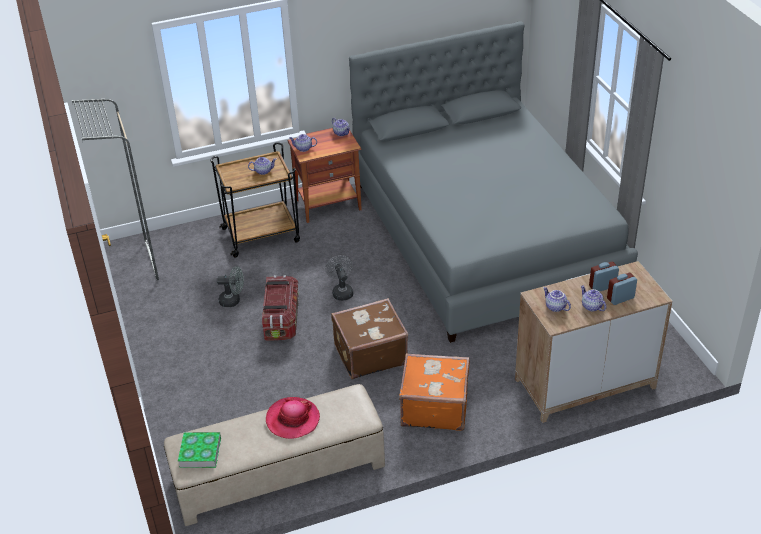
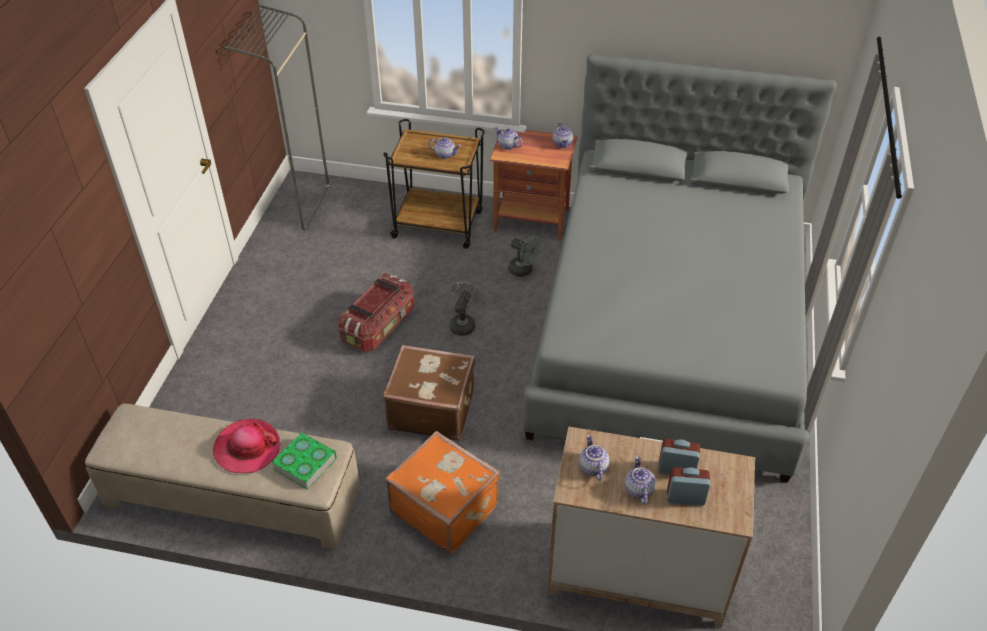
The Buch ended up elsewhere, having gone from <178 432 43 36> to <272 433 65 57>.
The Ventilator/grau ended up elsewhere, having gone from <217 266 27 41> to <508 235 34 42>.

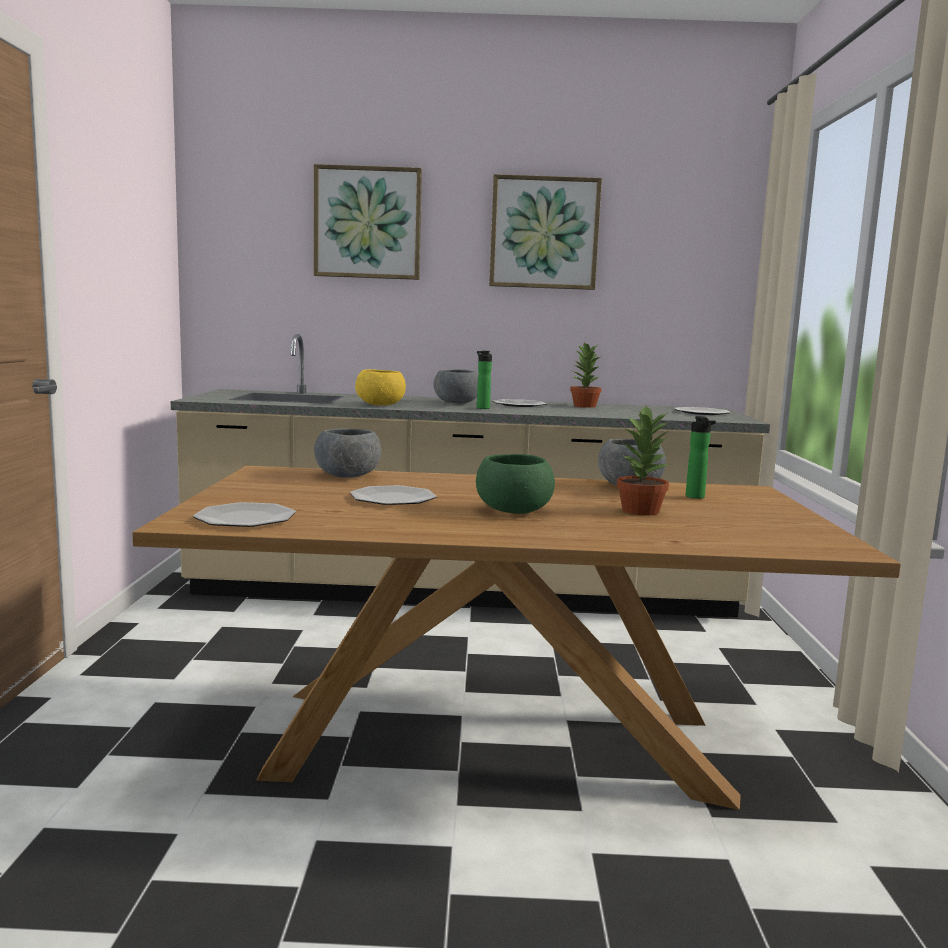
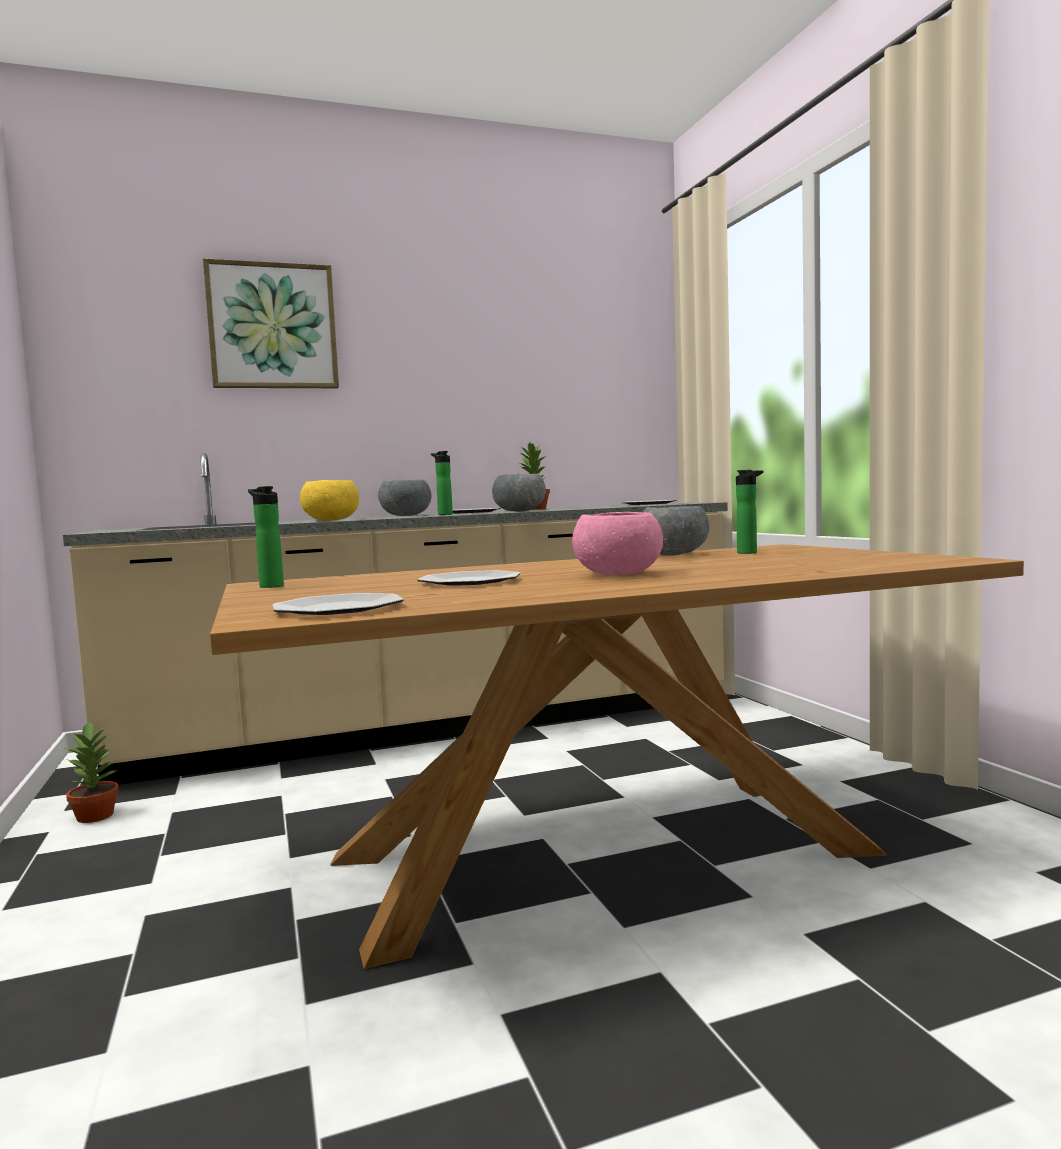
The Schüssel/grau ended up elsewhere, having gone from <314 428 67 50> to <492 473 54 39>.
What was the Schüssel/grün at <476 454 79 60> turned into the Schüssel/rosa at <572 512 91 63>.
The second view lost the Bild at <489 174 113 116>.
The Topfpflanze ended up elsewhere, having gone from <617 406 53 109> to <63 720 56 103>.
The second view gained the Flasche at <248 486 36 102>.

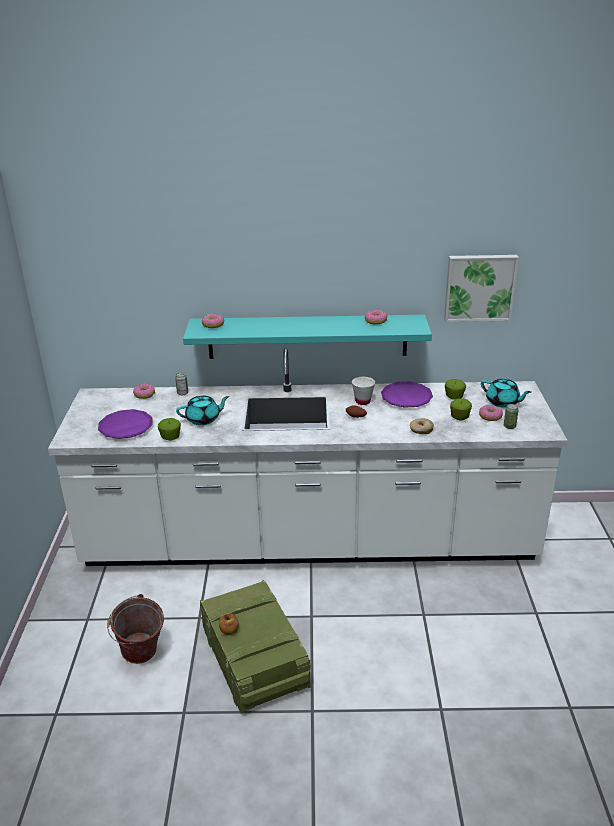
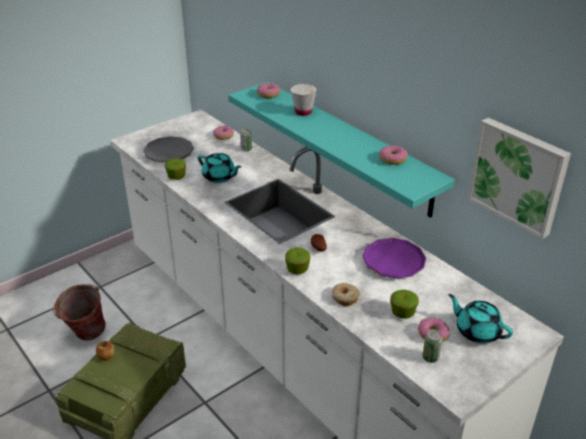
What was the Teller/lila at <98 409 55 30> turned into the Teller/grau at <143 136 51 27>.
The Tasse/weiß ended up elsewhere, having gone from <352 377 23 28> to <291 84 26 32>.
The Apfel ended up elsewhere, having gone from <445 379 21 21> to <285 247 25 27>.
The Teekanne/türkis at <481 378 50 30> ended up facing another way, 135 degrees clockwise from before.

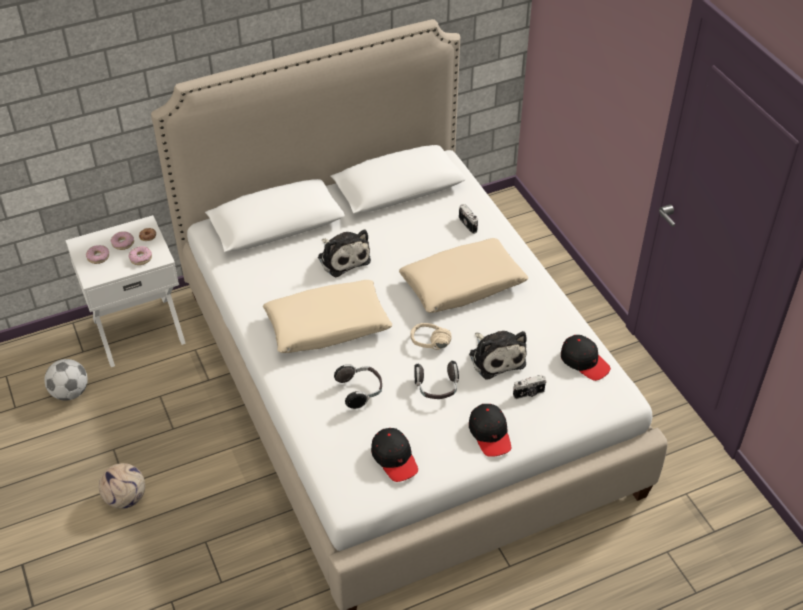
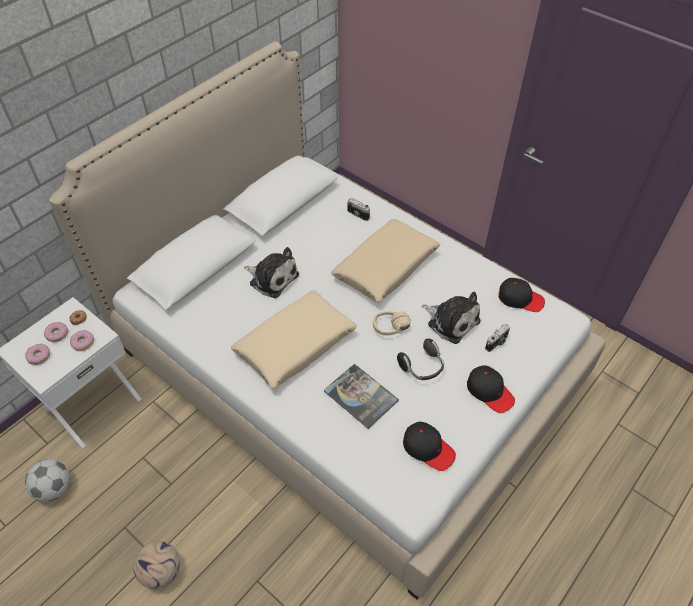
Where the Kopfhörer stood at <334 364 48 45>, the Buch came to stand at <324 364 75 65>.

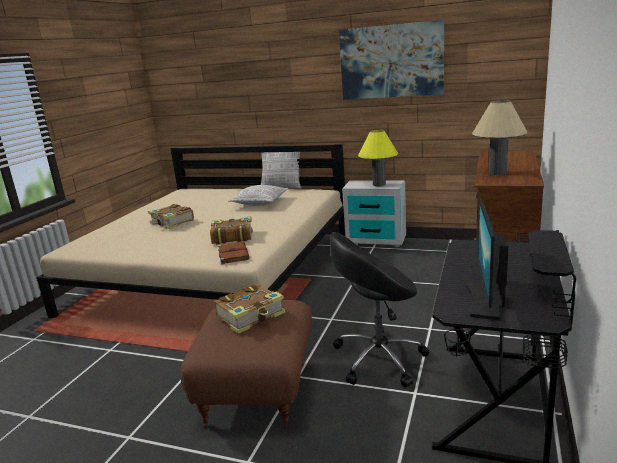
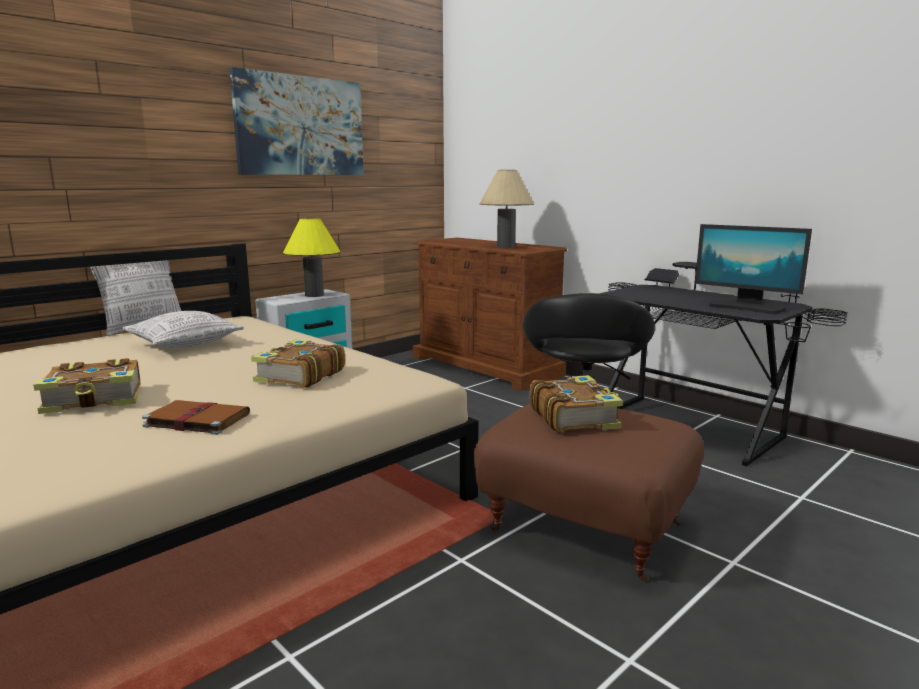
The Buch/braun ended up elsewhere, having gone from <218 242 31 23> to <142 400 108 35>.

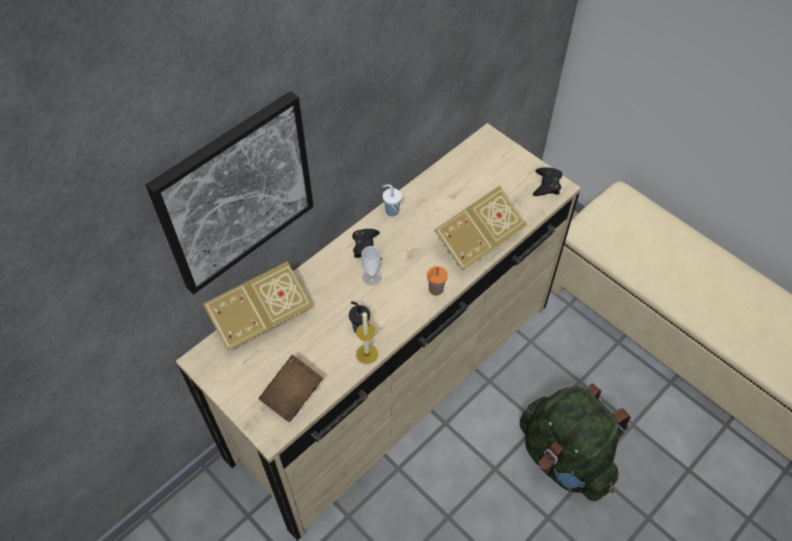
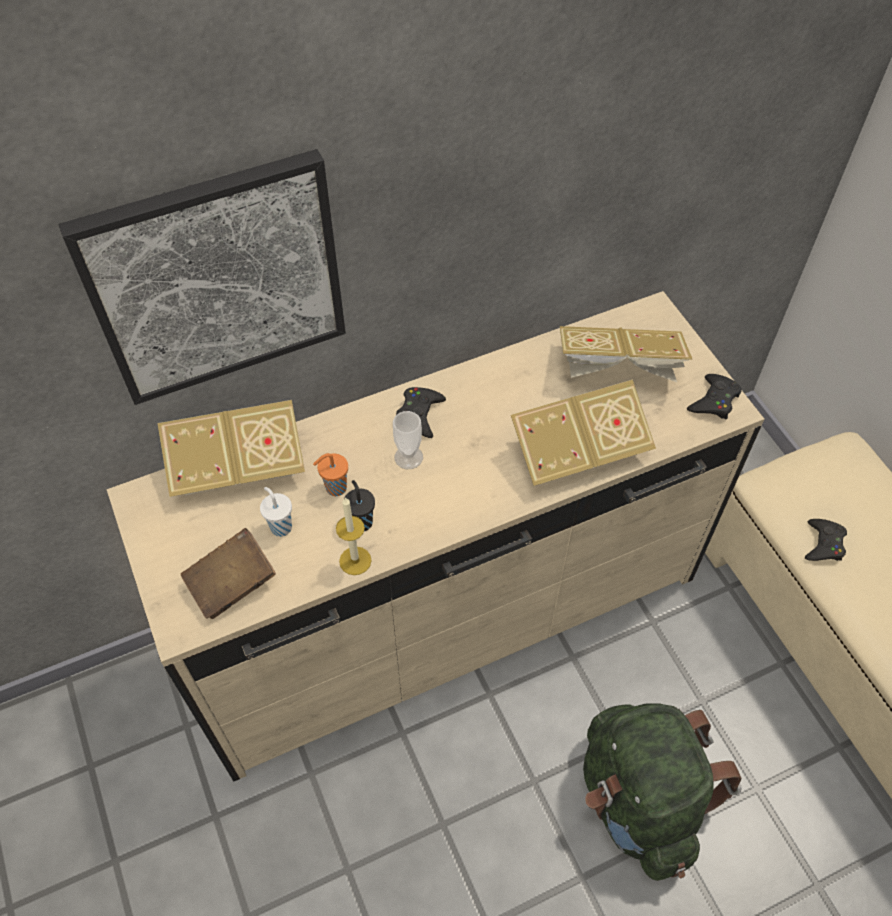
The Tasse/weiß ended up elsewhere, having gone from <382 184 20 33> to <260 487 32 50>.
The Tasse/orange ended up elsewhere, having gone from <427 266 21 29> to <313 453 35 43>.
The second view gained the Buch at <560 326 132 56>.
The second view gained the Gamepad/schwarz at <805 519 42 42>.

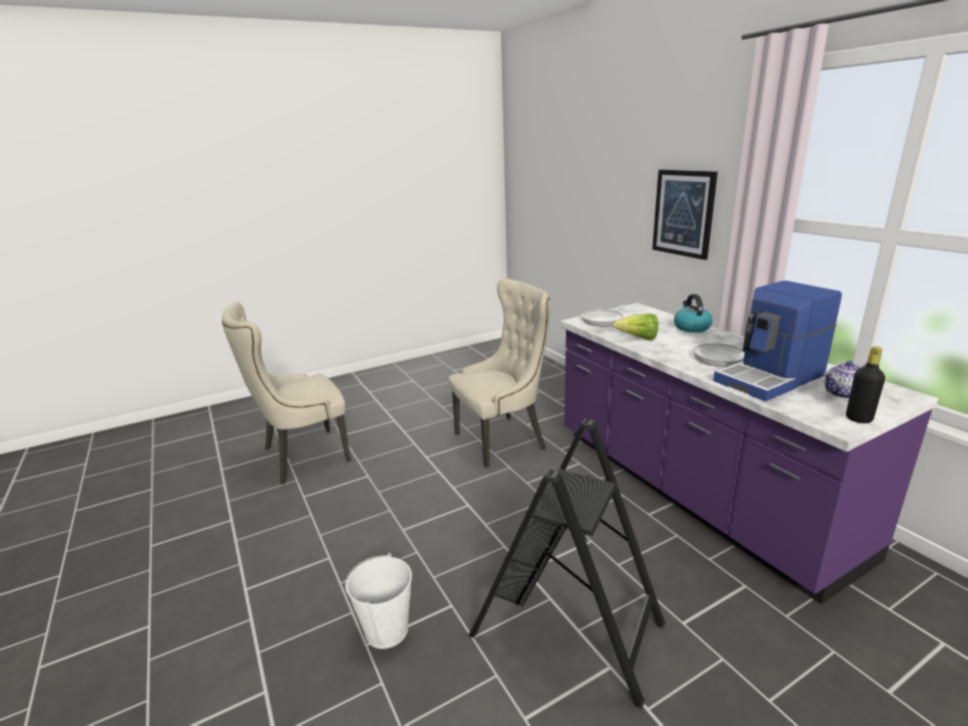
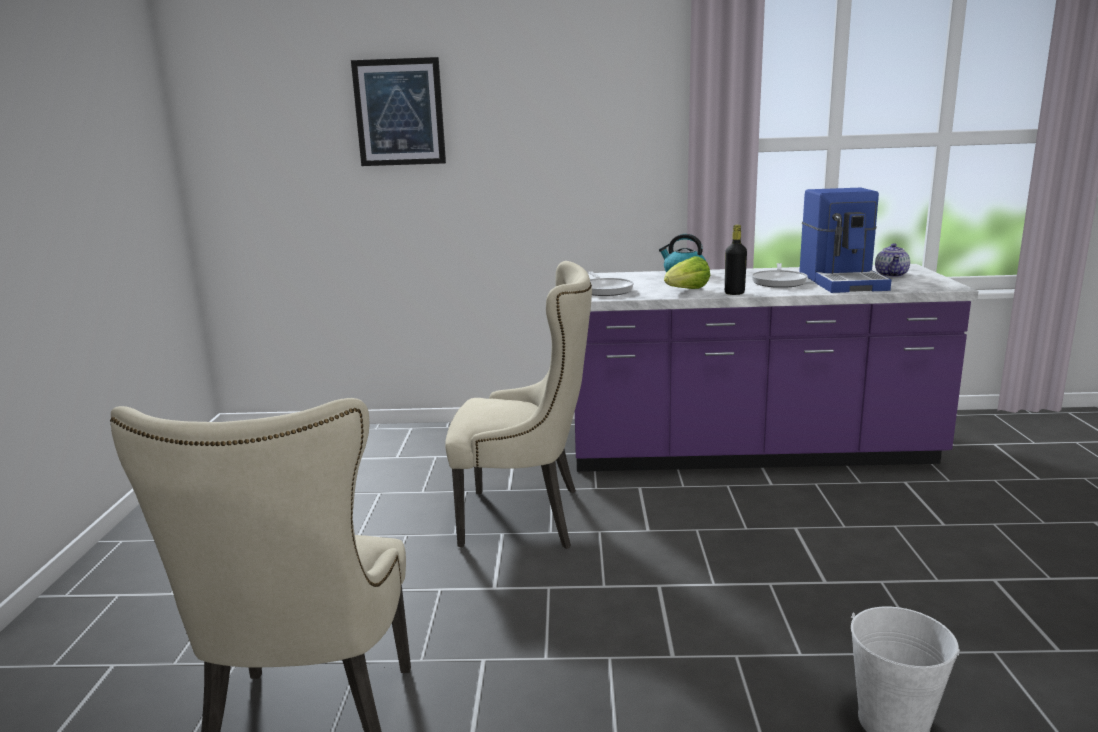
The Stuhl/beige at <449 279 101 189> ended up facing another way, 90 degrees clockwise from before.
The second view lost the Trittleiter/schwarz at <468 418 198 291>.
The Bild ended up elsewhere, having gone from <652 170 66 90> to <351 57 95 109>.
The Flasche/schwarz ended up elsewhere, having gone from <846 346 39 77> to <725 225 22 70>.

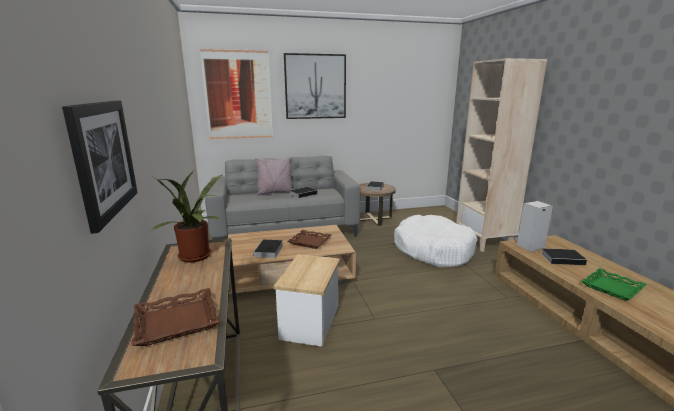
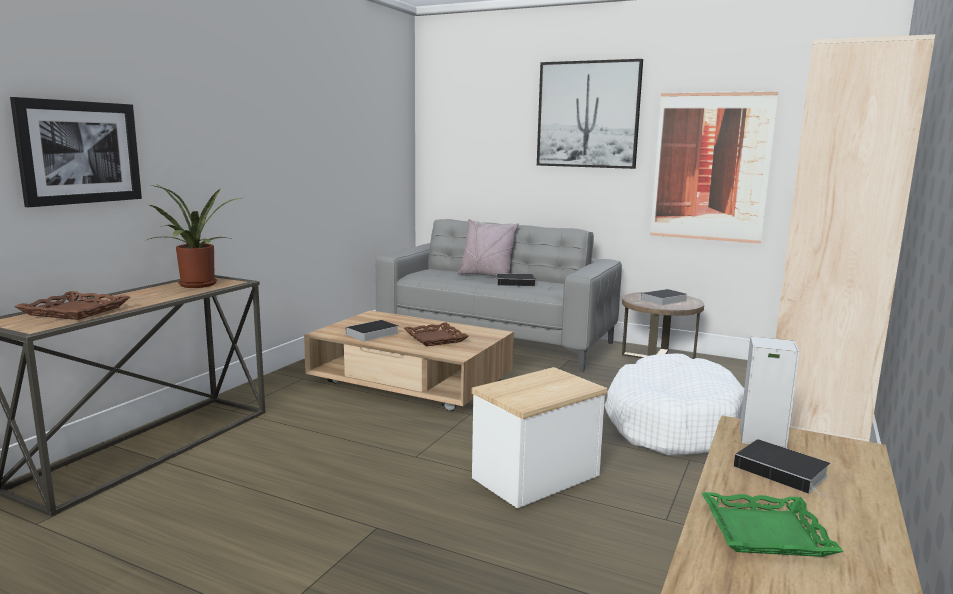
The Bild ended up elsewhere, having gone from <200 49 73 90> to <650 91 128 153>.
The Beistelltisch ended up elsewhere, having gone from <274 254 66 93> to <472 367 135 142>.

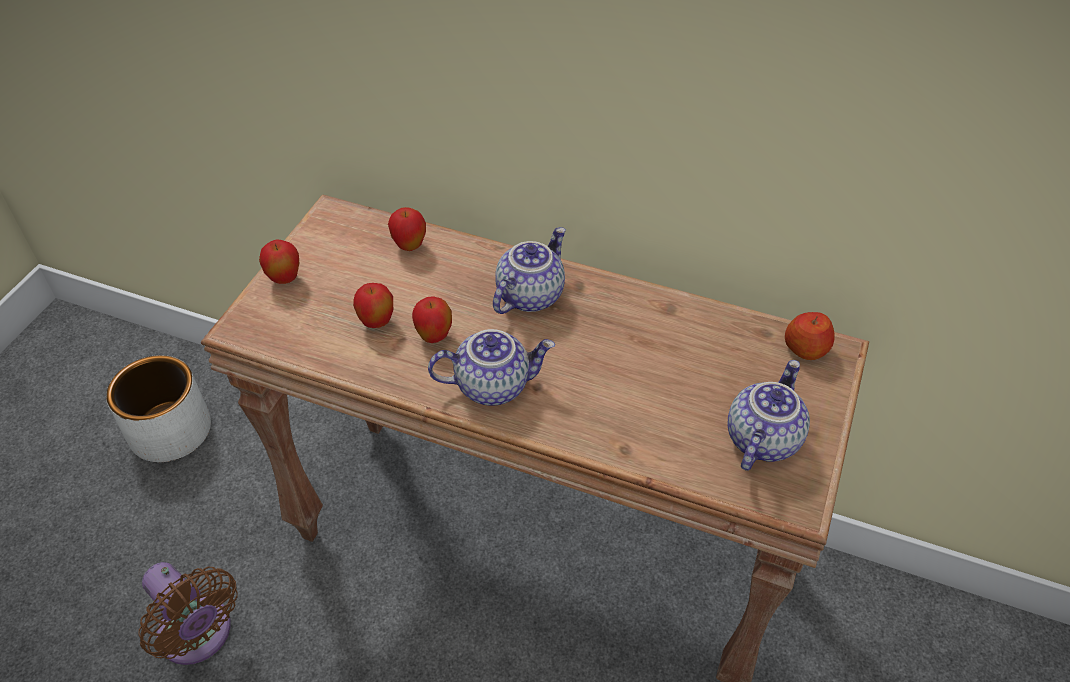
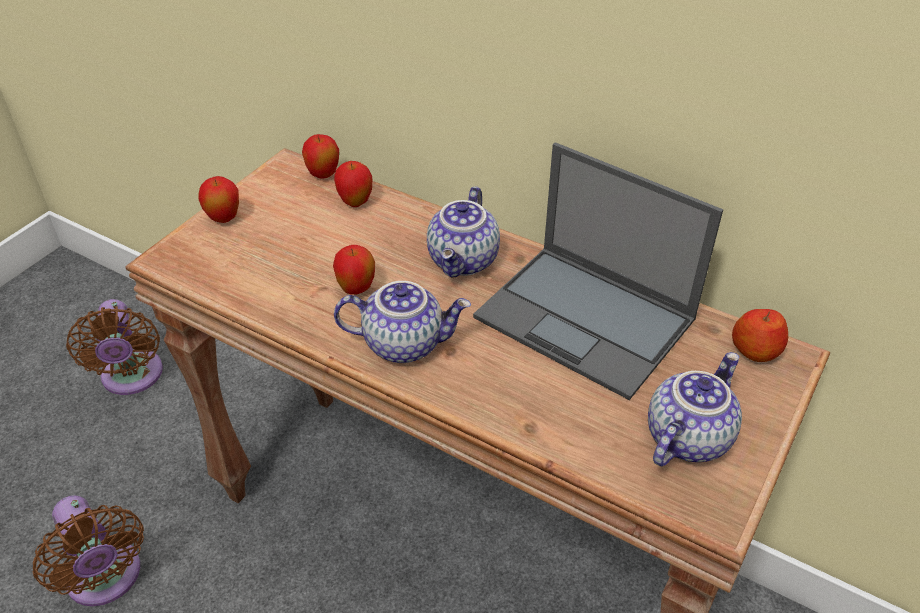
Where the Pflanzkübel/weiß stood at <106 355 105 107>, the Ventilator/braun came to stand at <66 299 97 96>.
The Apfel ended up elsewhere, having gone from <353 283 40 45> to <302 134 37 45>.
The Teekanne at <493 227 73 87> ended up facing another way, 150 degrees clockwise from before.
The second view gained the Laptop at <473 142 250 258>.

